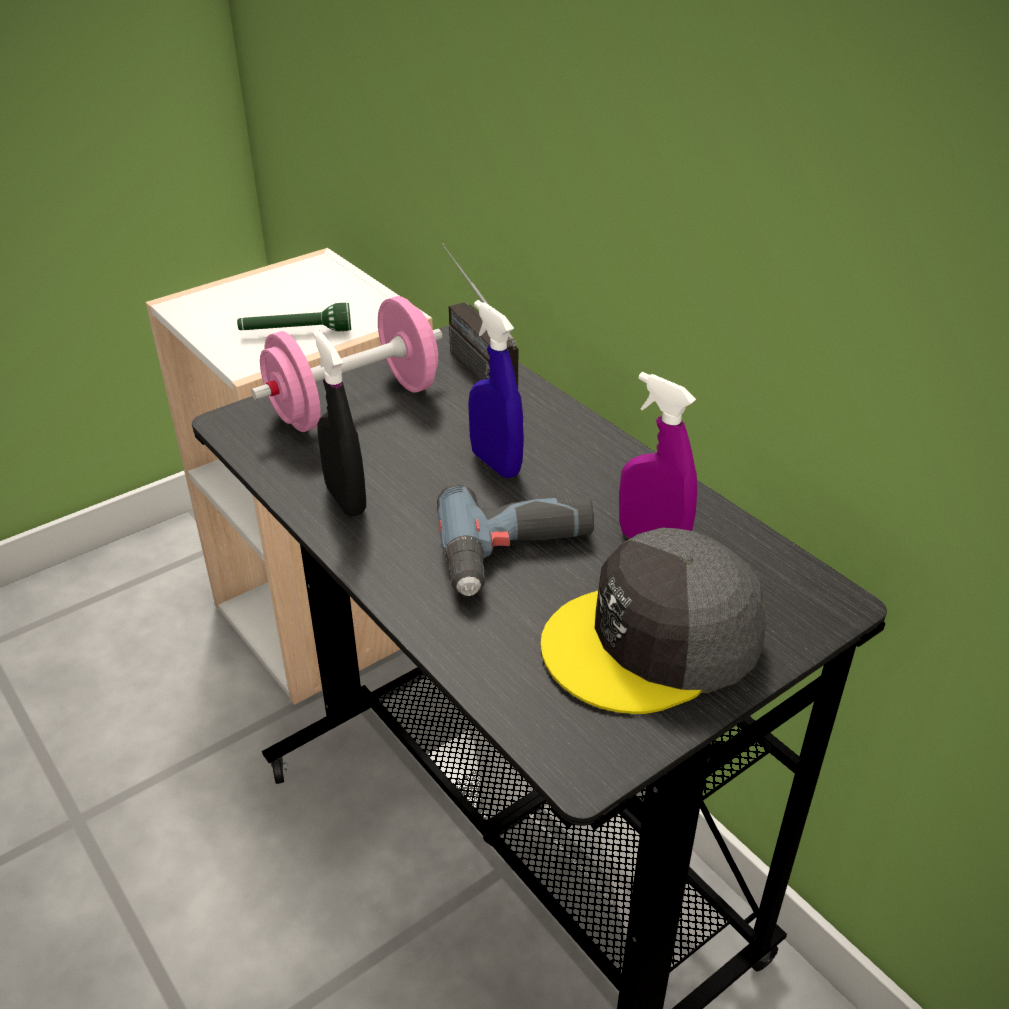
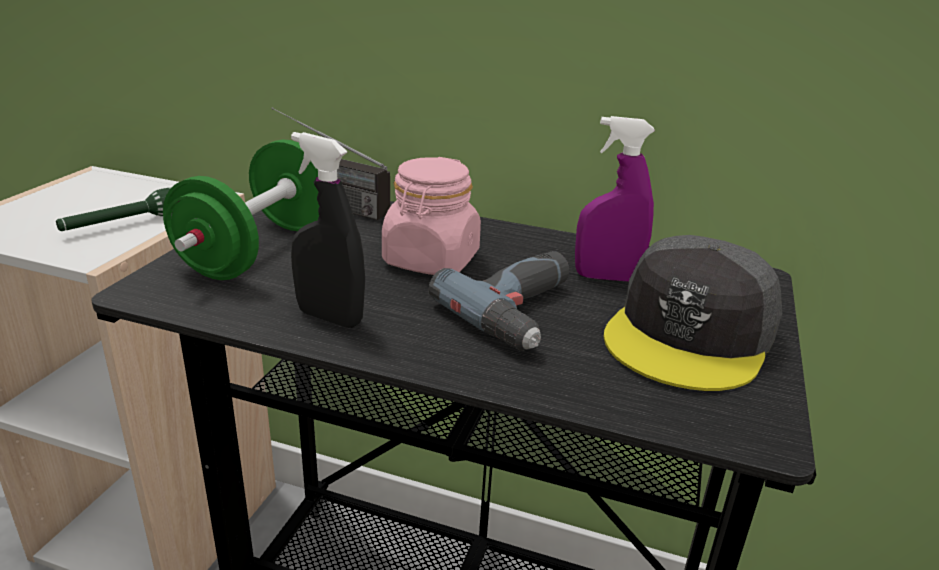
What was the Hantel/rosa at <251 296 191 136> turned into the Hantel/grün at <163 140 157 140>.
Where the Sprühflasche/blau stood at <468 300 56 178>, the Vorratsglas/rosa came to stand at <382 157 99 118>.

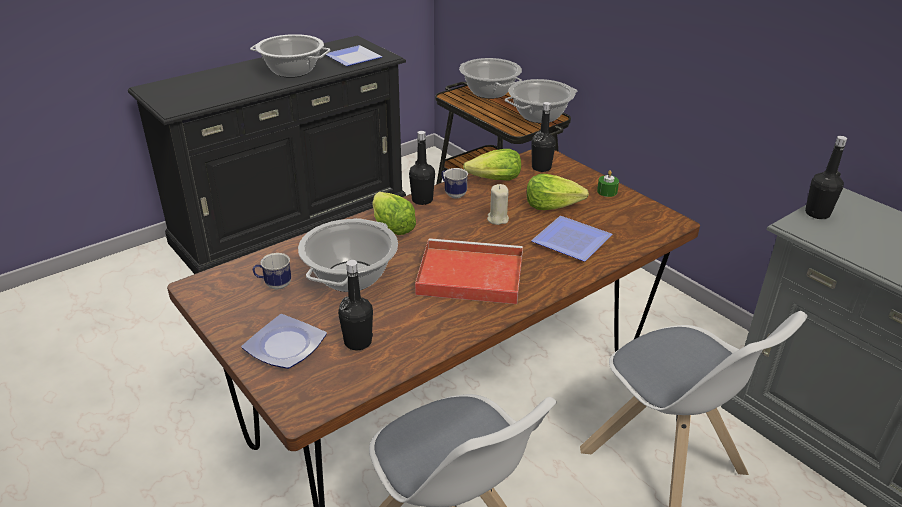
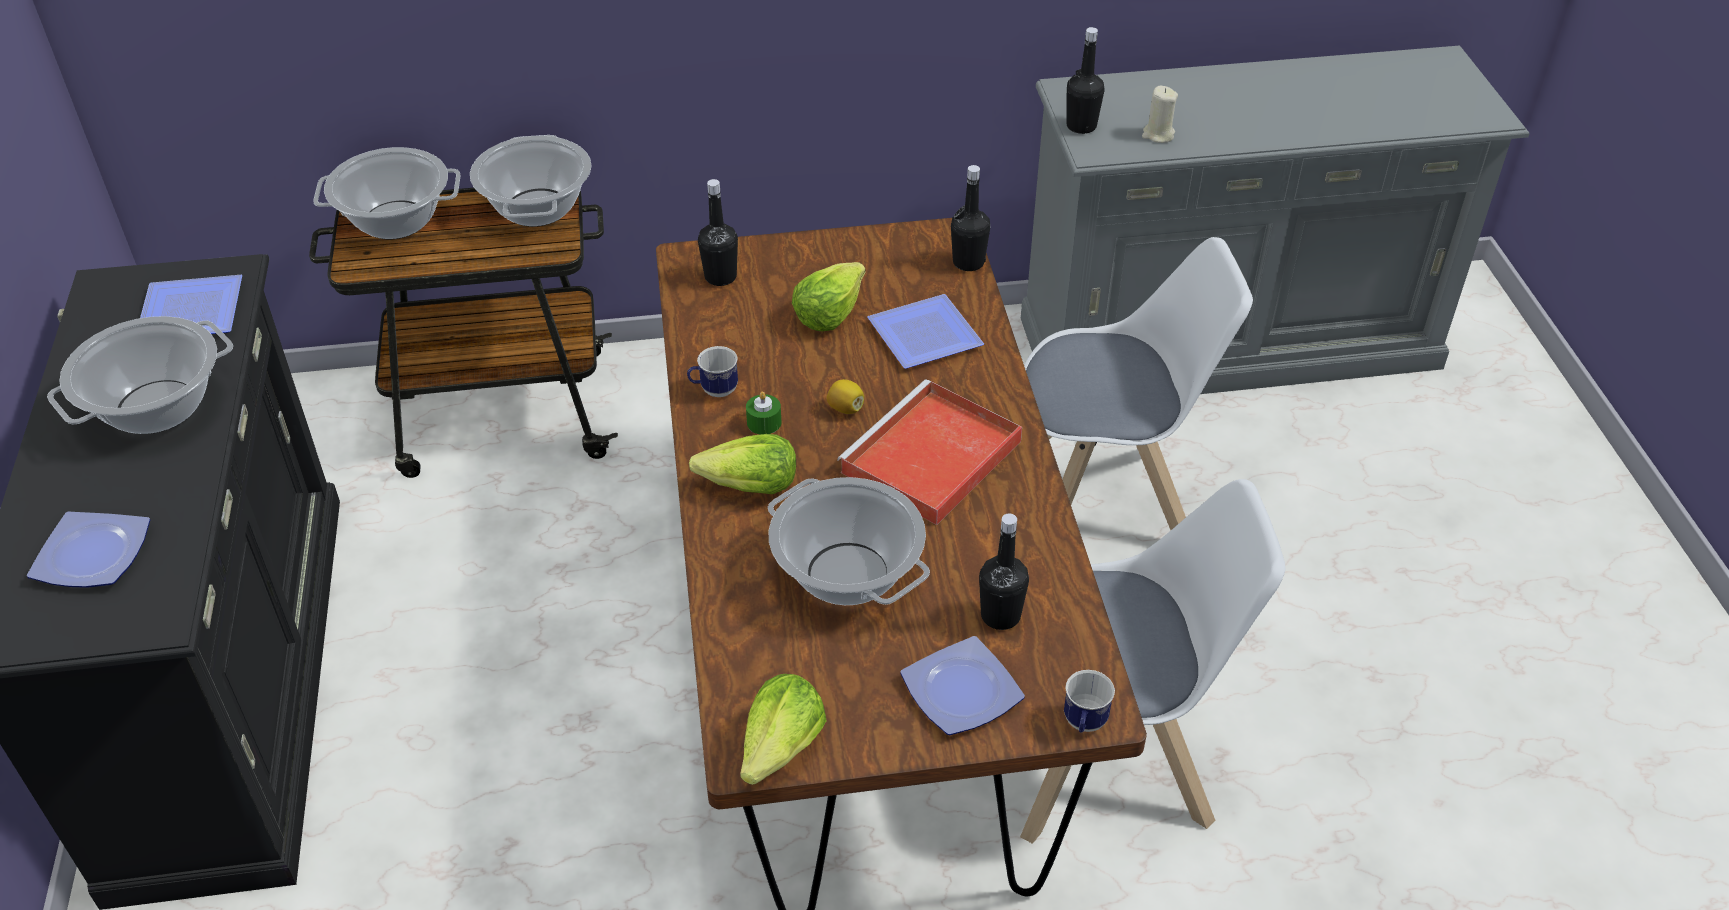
The Henkelbecher ended up elsewhere, having gone from <253 253 38 37> to <1064 670 51 63>.
The Flasche/schwarz ended up elsewhere, having gone from <409 131 26 74> to <951 165 39 106>.
The Salatkopf ended up elsewhere, having gone from <463 149 58 32> to <740 674 87 111>.
The Kerze/beige ended up elsewhere, having gone from <487 184 22 41> to <1142 86 36 57>.
The Kerze/grün ended up elsewhere, having gone from <597 170 22 27> to <746 391 35 44>.
The second view gained the Teller at <27 512 123 76>.
The second view gained the Zitrone at <827 379 37 35>.

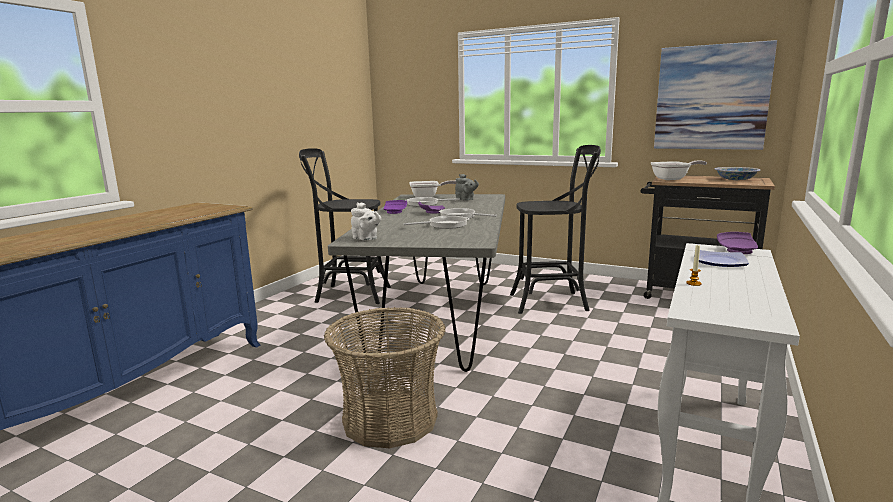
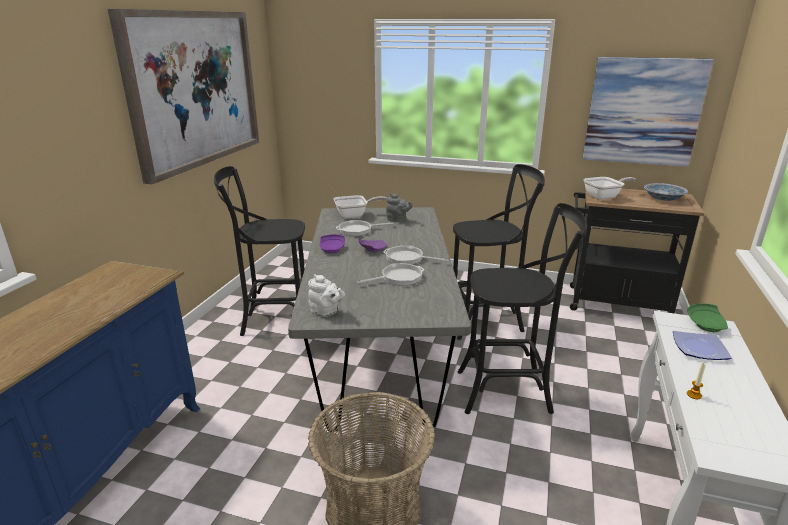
What was the Teller/lila at <717 232 41 22> turned into the Teller/grün at <687 303 41 29>.
The second view gained the Bild at <108 9 151 175>.
The second view gained the Hocker/schwarz at <458 203 129 211>.

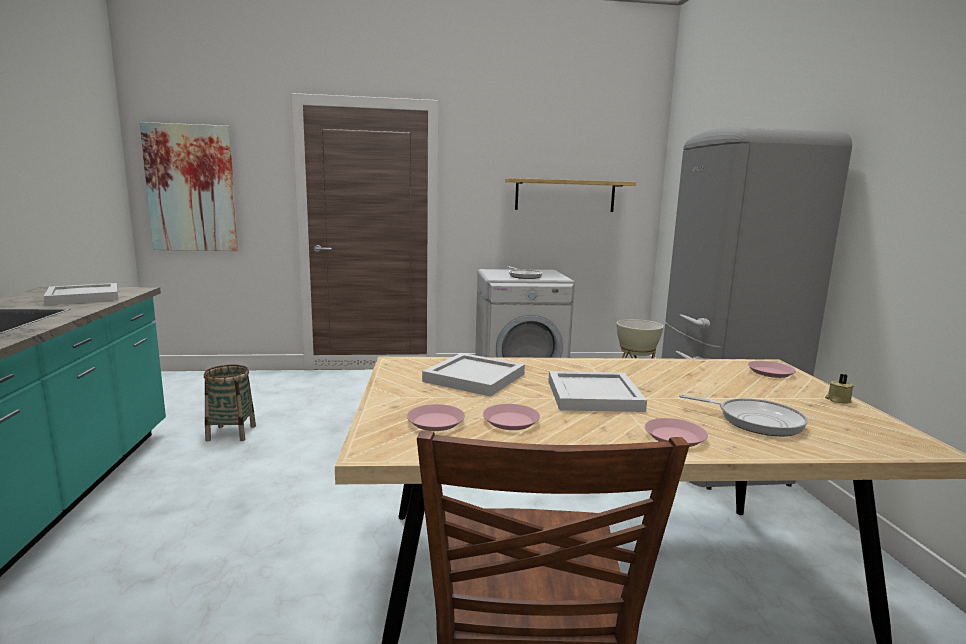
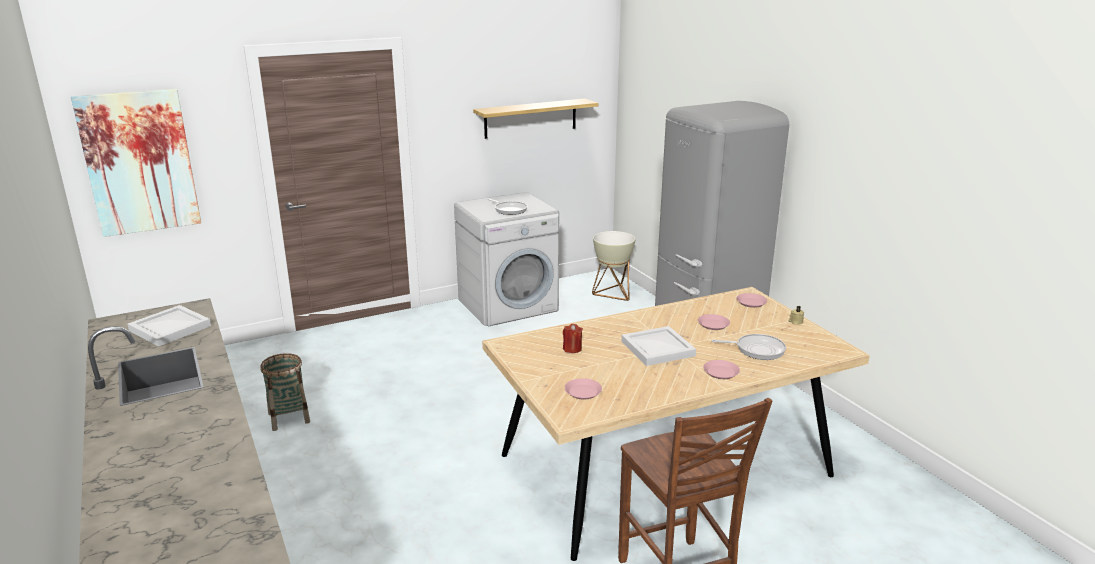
Where the Tablett/weiß stood at <422 353 103 44>, the Kerze/rot came to stand at <563 324 20 29>.
The Teller/rosa ended up elsewhere, having gone from <483 404 57 26> to <698 314 32 16>.

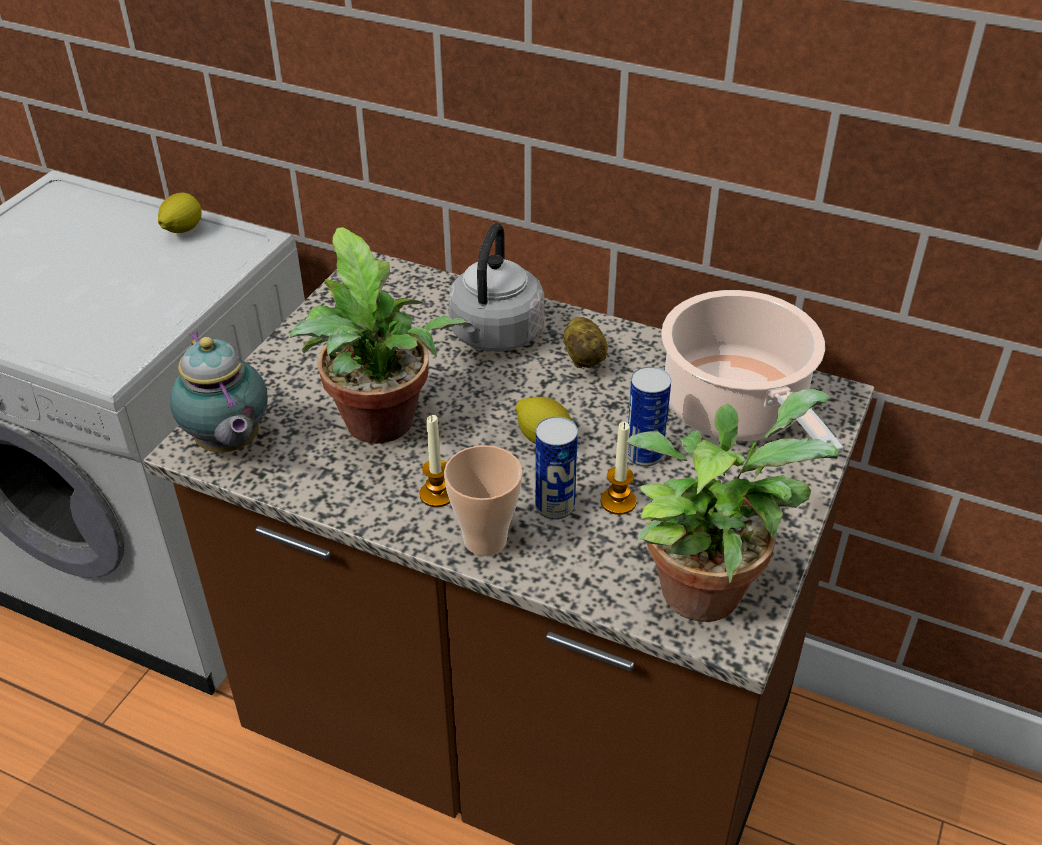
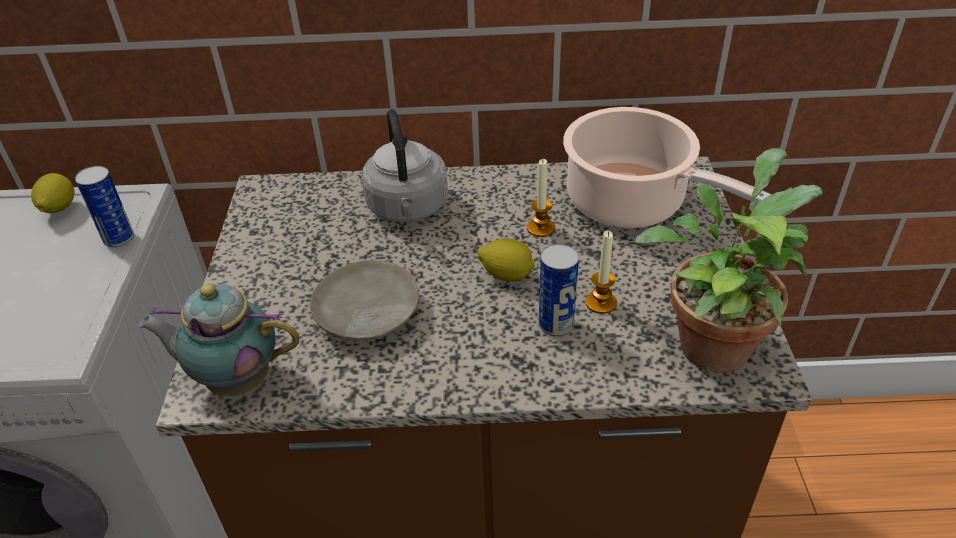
The Teekanne at <170 332 98 120> ended up facing another way, 150 degrees clockwise from before.
Where the Topfpflanze stood at <290 227 177 217>, the Teller/beige came to stand at <310 260 109 80>.
The Kerze ended up elsewhere, having gone from <420 415 30 92> to <527 159 28 78>.
The second view lost the Tasse at <444 445 79 111>.
The second view lost the Kartoffel at <564 317 44 51>.
The Dose ended up elsewhere, having gone from <628 367 43 100> to <75 166 59 82>.

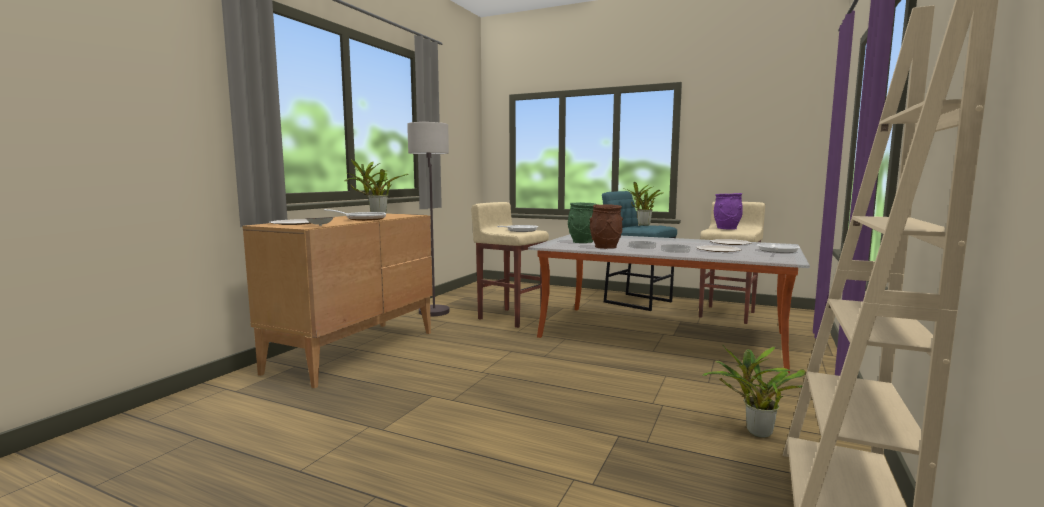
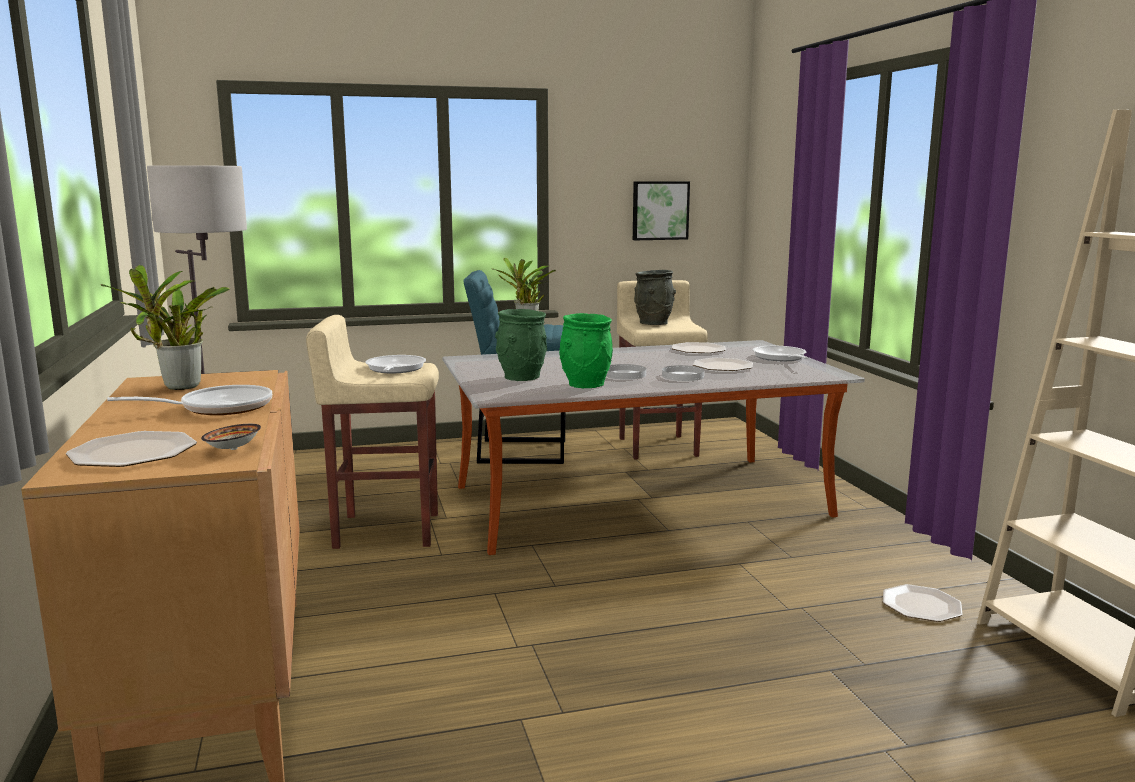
What was the Vase/braun at <590 204 33 45> turned into the Vase/grün at <559 313 54 75>.
Where the Topfpflanze stood at <702 344 104 94>, the Teller came to stand at <883 584 80 38>.
What was the Vase/lila at <714 193 29 37> turned into the Vase/grau at <634 270 42 55>.
The second view gained the Bild at <633 181 57 59>.

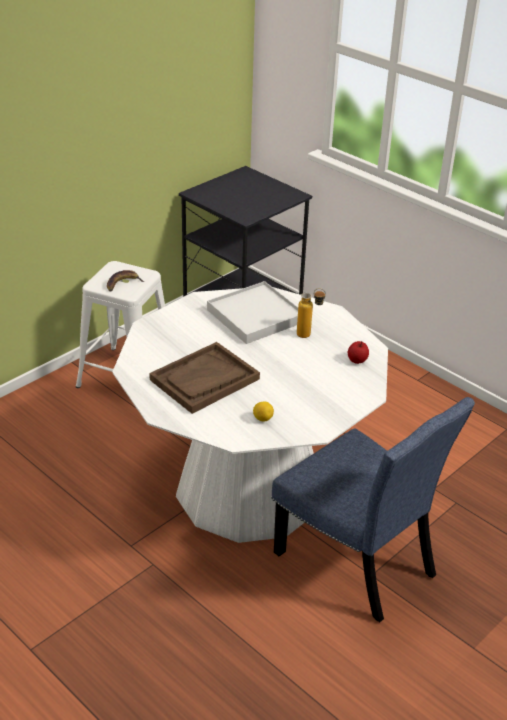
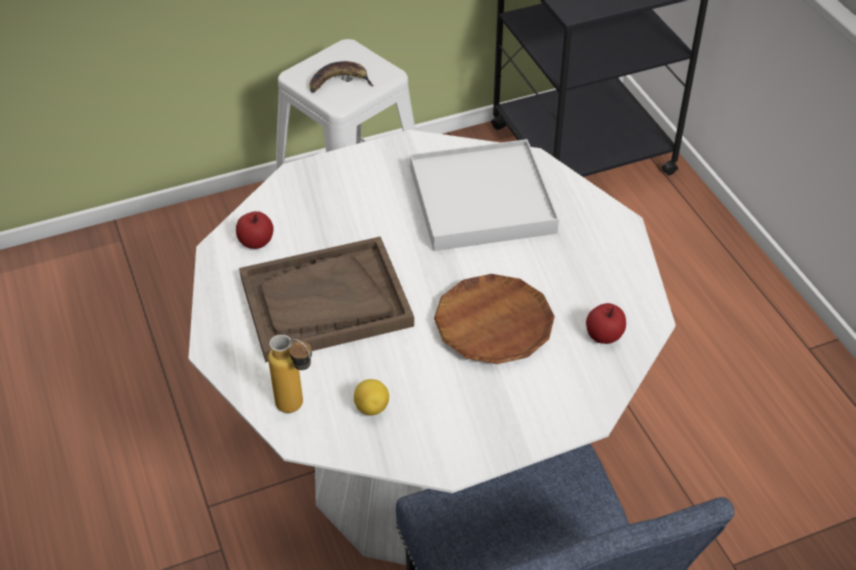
The Flasche ended up elsewhere, having gone from <297 288 29 50> to <268 334 44 79>.
The second view gained the Apfel at <236 211 37 38>.
The second view gained the Teller/braun at <434 274 121 90>.

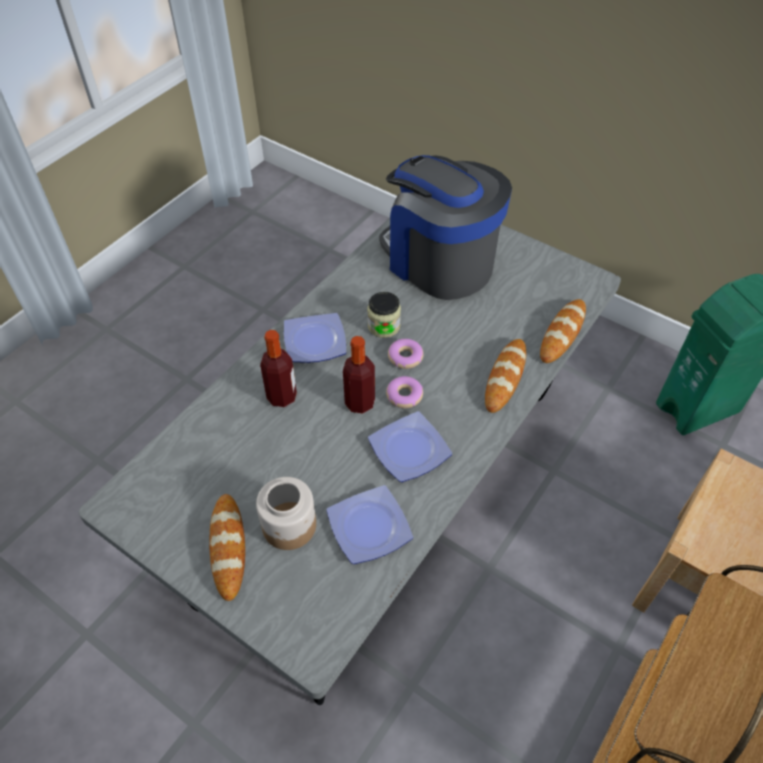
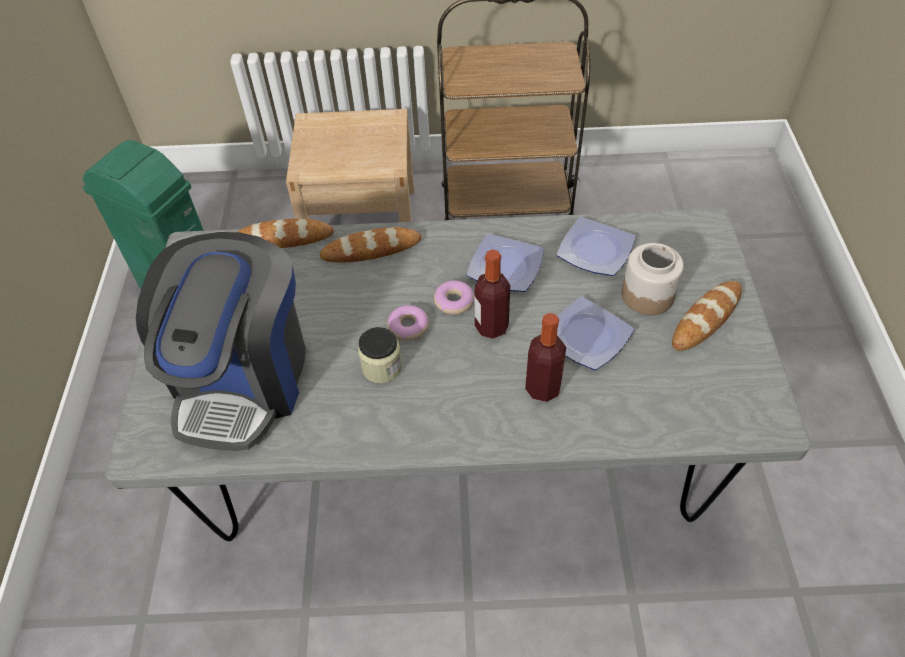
The Teller ended up elsewhere, having gone from <284 313 62 50> to <557 297 77 73>.

